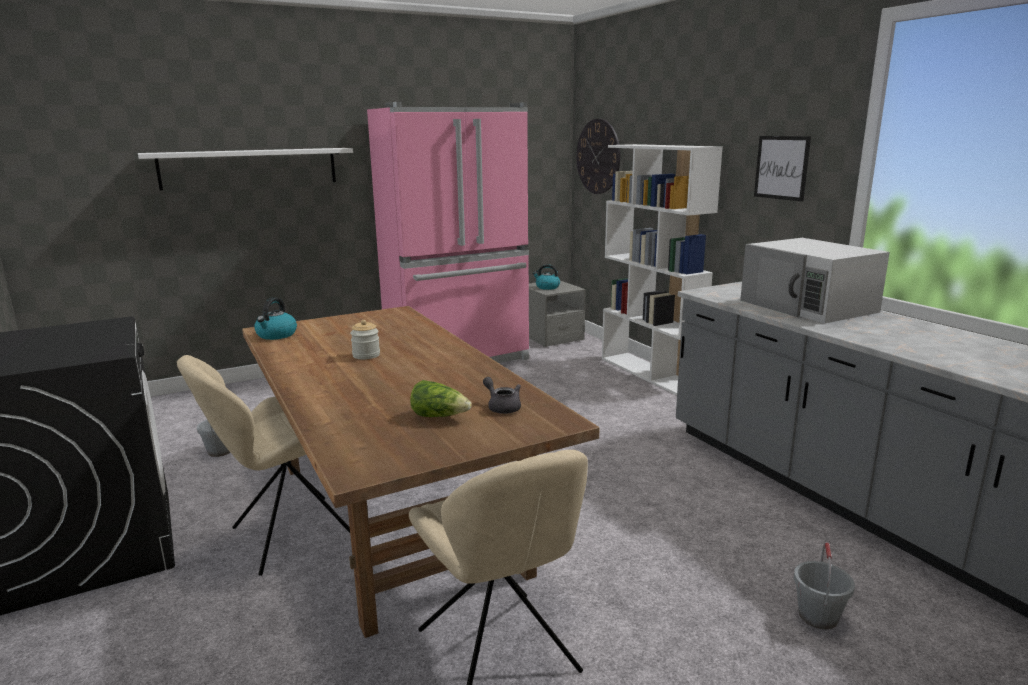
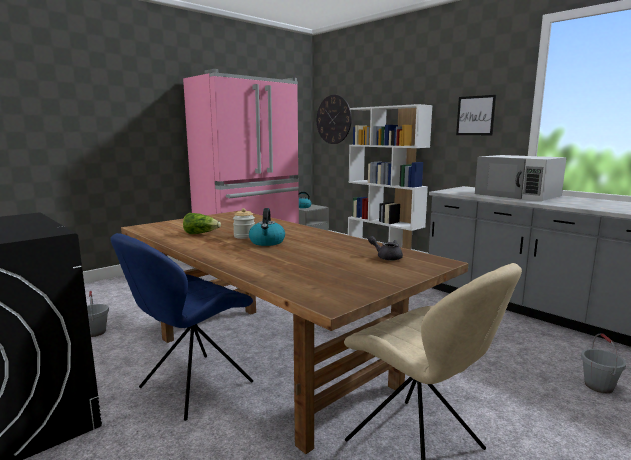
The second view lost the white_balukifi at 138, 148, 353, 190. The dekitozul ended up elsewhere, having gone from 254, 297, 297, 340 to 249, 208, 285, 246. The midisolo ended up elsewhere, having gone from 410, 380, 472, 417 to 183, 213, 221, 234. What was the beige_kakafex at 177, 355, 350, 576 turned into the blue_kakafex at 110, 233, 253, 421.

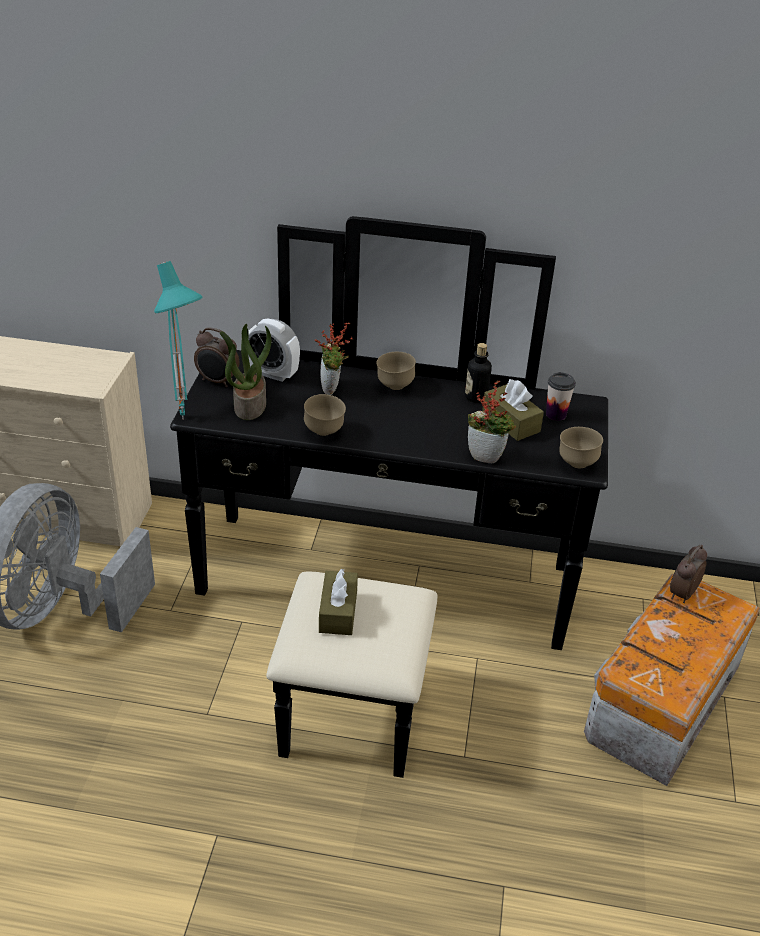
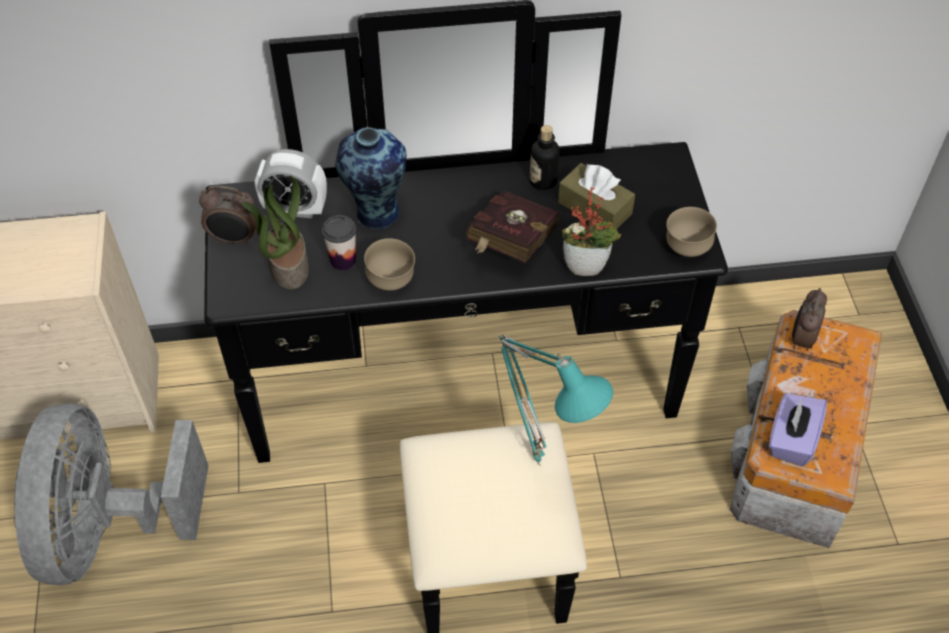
The second view lost the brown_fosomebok at 319, 569, 358, 635. The second view lost the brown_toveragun at 376, 352, 416, 390. The second view gained the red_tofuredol at 466, 191, 560, 263. The second view gained the purple_fosomebok at 769, 393, 827, 466. The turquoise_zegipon ended up elsewhere, having gone from 154, 261, 203, 419 to 499, 334, 613, 466. The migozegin ended up elsewhere, having gone from 546, 372, 576, 421 to 322, 215, 356, 271. Where the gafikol stood at 315, 322, 353, 395, the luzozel came to stand at 335, 127, 406, 229.

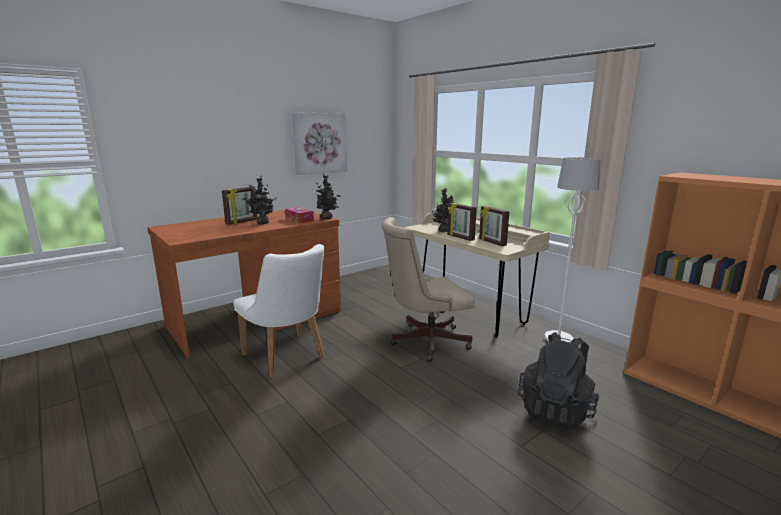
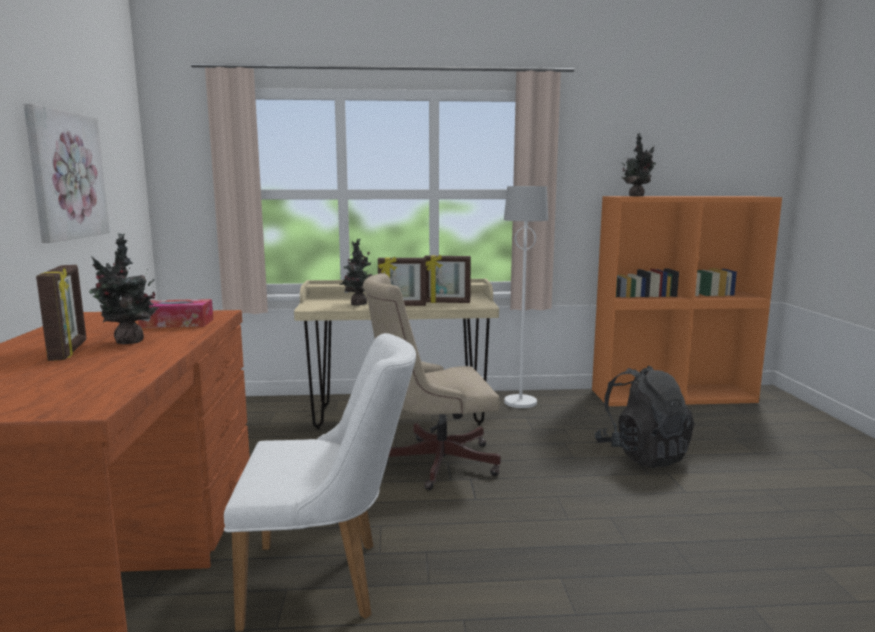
The gafikol ended up elsewhere, having gone from 312, 173, 341, 219 to 621, 133, 656, 196. The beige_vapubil at 382, 217, 474, 362 ended up facing another way, 60 degrees clockwise from before.

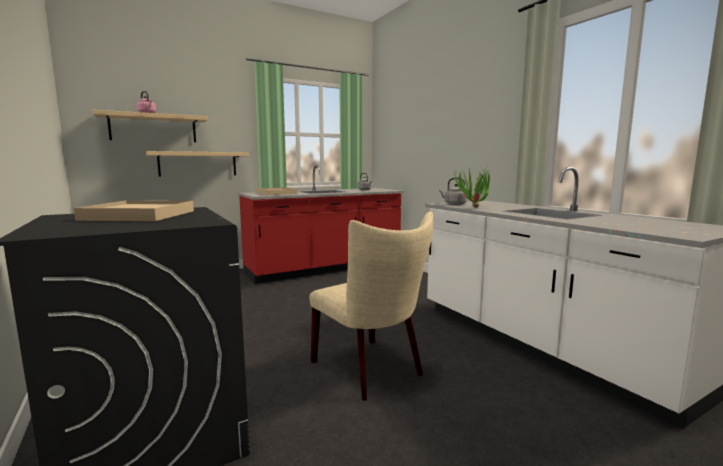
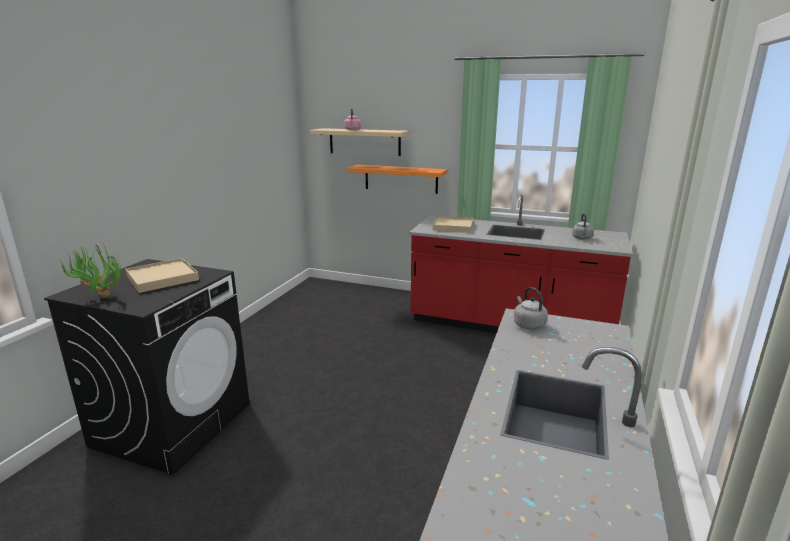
The second view lost the beige_kakafex at 309, 212, 433, 400. The gafikol ended up elsewhere, having gone from 453, 166, 490, 208 to 60, 242, 121, 298. What was the beige_balukifi at 146, 151, 249, 176 turned into the orange_balukifi at 347, 165, 448, 194.

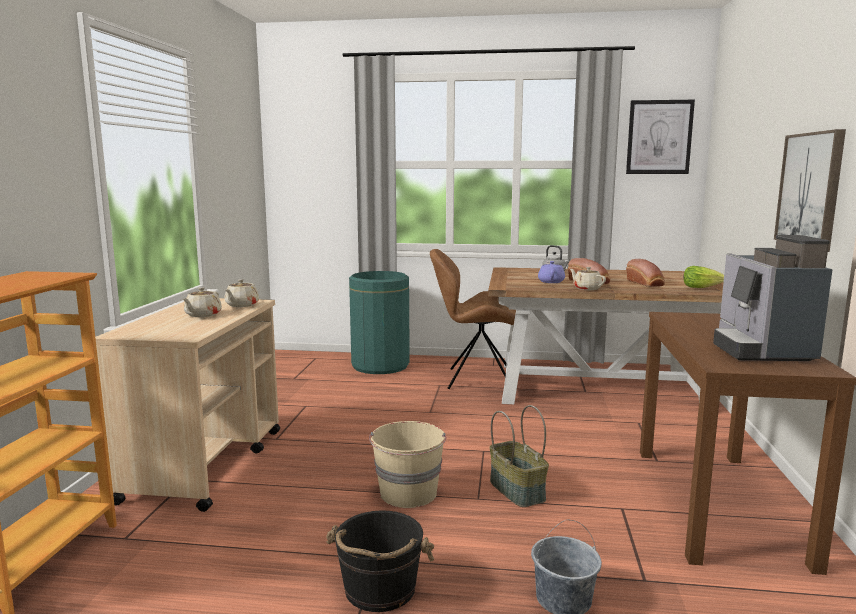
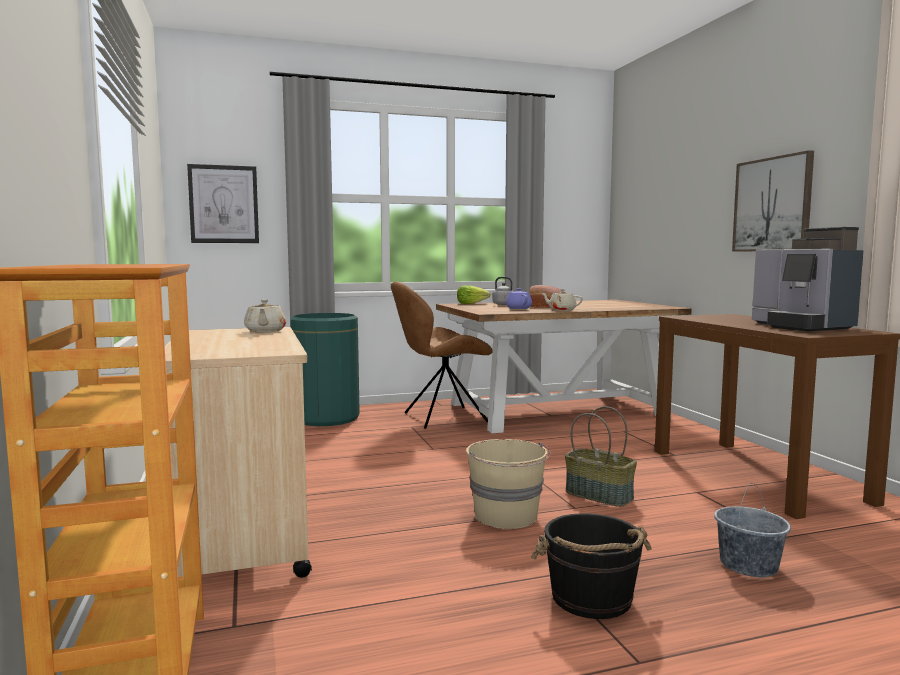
The second view lost the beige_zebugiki at 183, 287, 222, 317. The second view lost the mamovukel at 626, 259, 665, 287. The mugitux ended up elsewhere, having gone from 626, 100, 695, 174 to 187, 164, 259, 243. The midisolo ended up elsewhere, having gone from 683, 266, 724, 288 to 457, 285, 491, 304.

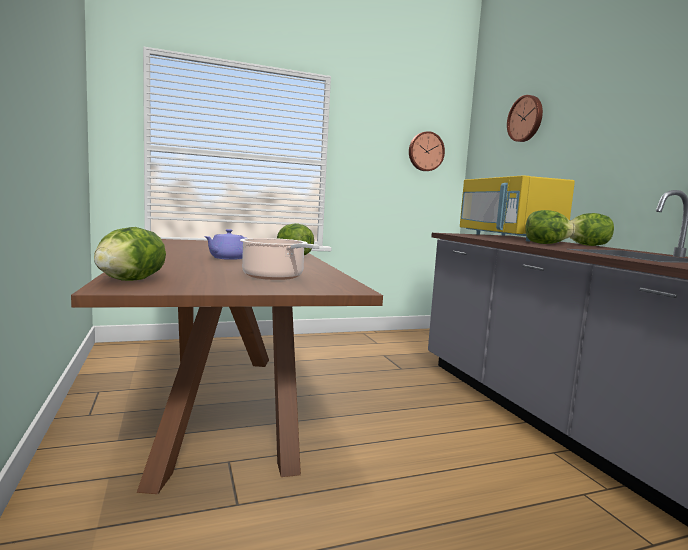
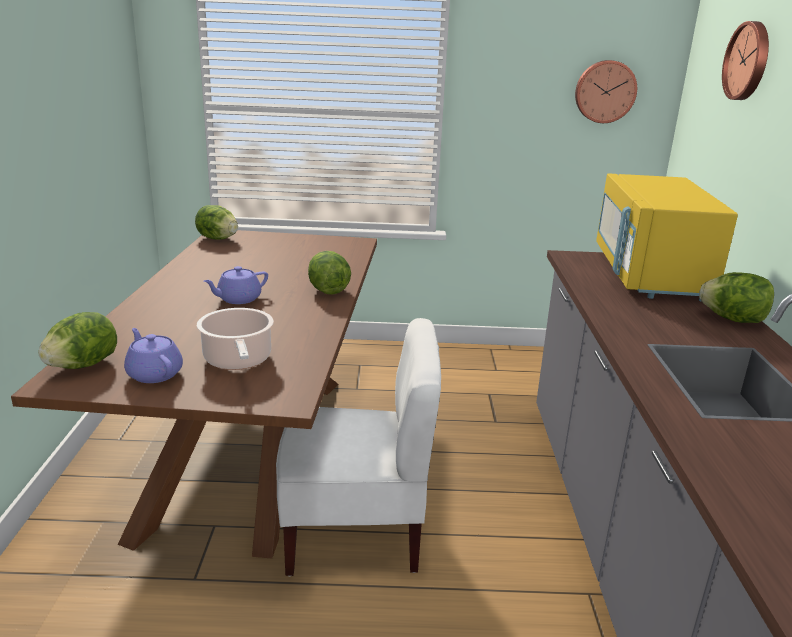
The second view gained the purple_zebugiki at 124, 328, 183, 383. The second view gained the white_kakafex at 276, 318, 441, 576. The midisolo ended up elsewhere, having gone from 525, 210, 575, 244 to 195, 205, 238, 240.

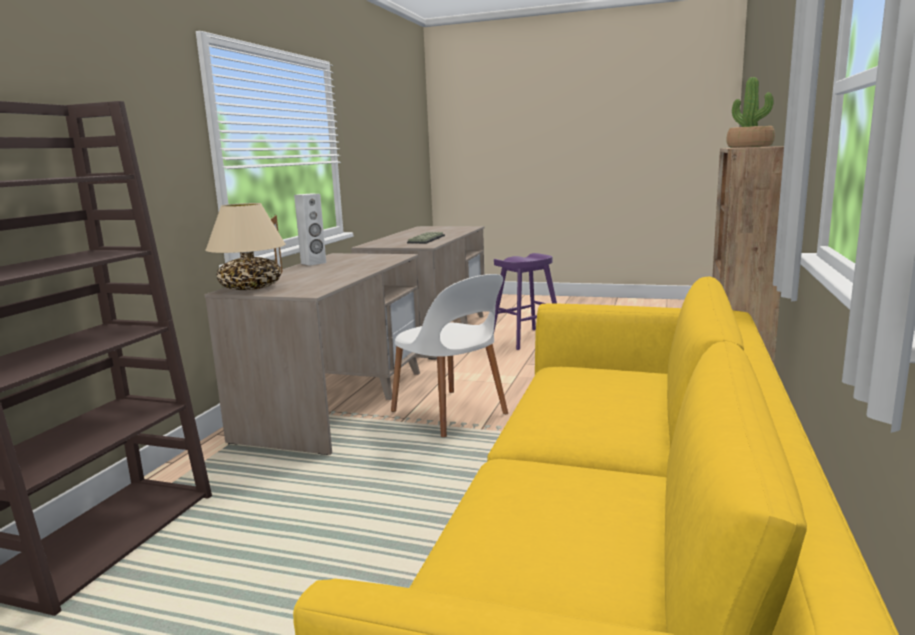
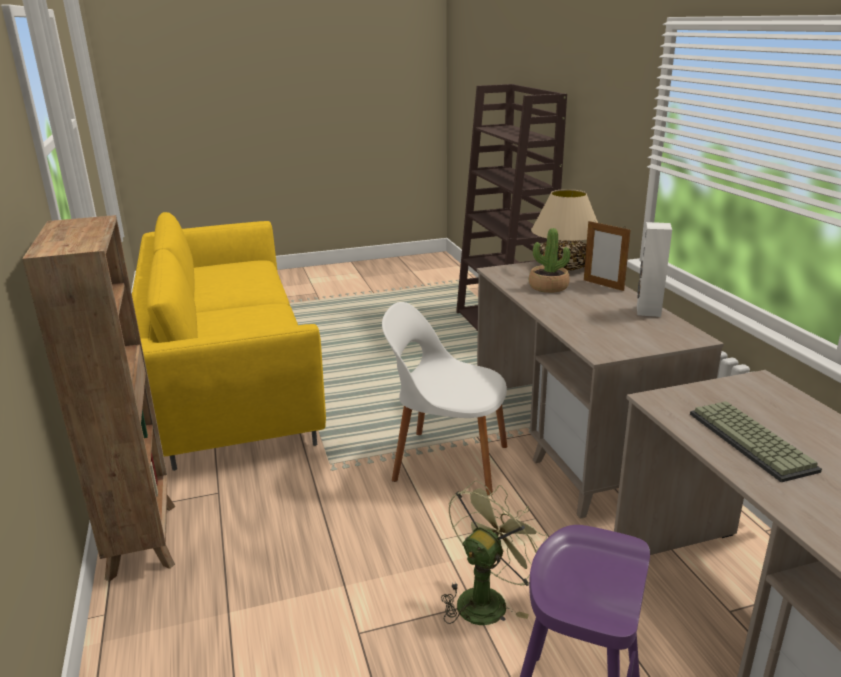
The second view gained the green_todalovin at 441, 481, 547, 625. The gafikol ended up elsewhere, having gone from 726, 77, 775, 148 to 529, 228, 570, 293.

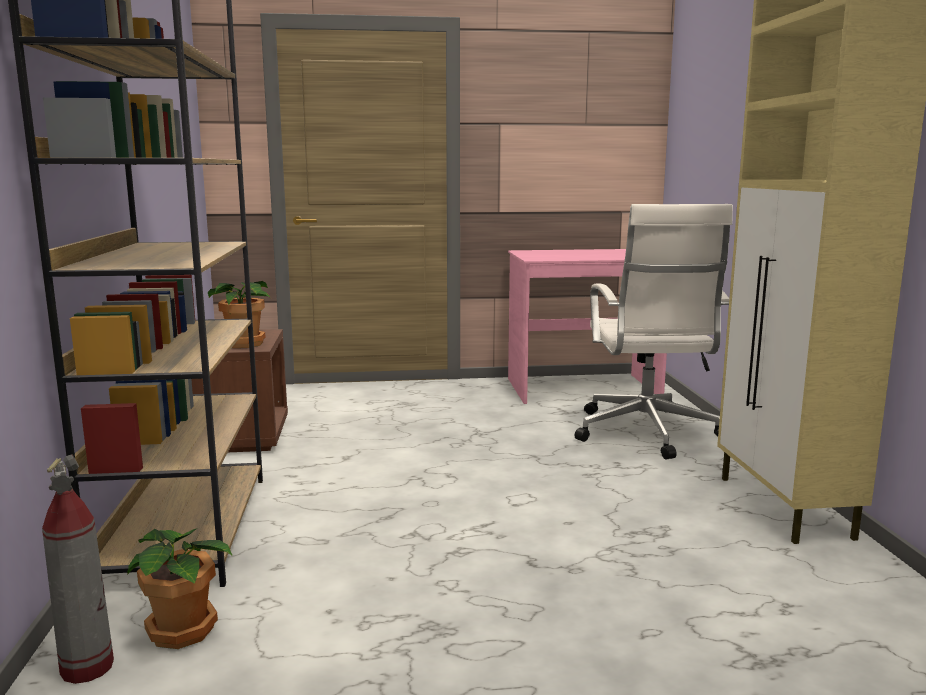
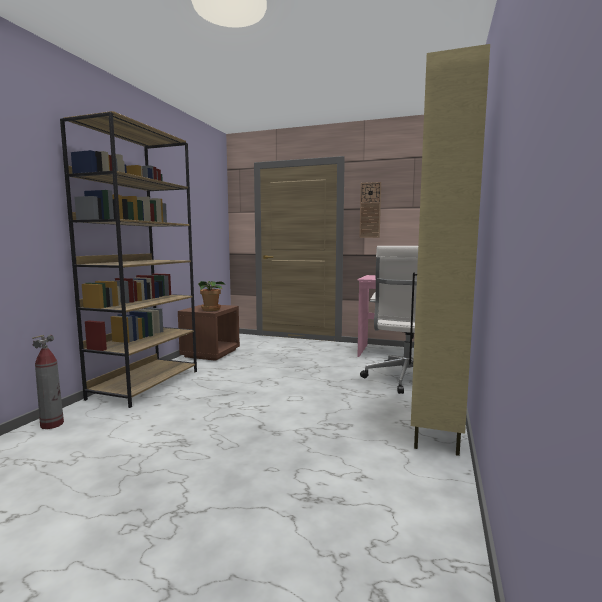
The second view lost the gafikol at 127, 529, 233, 649. The second view gained the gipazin at 359, 182, 381, 238.

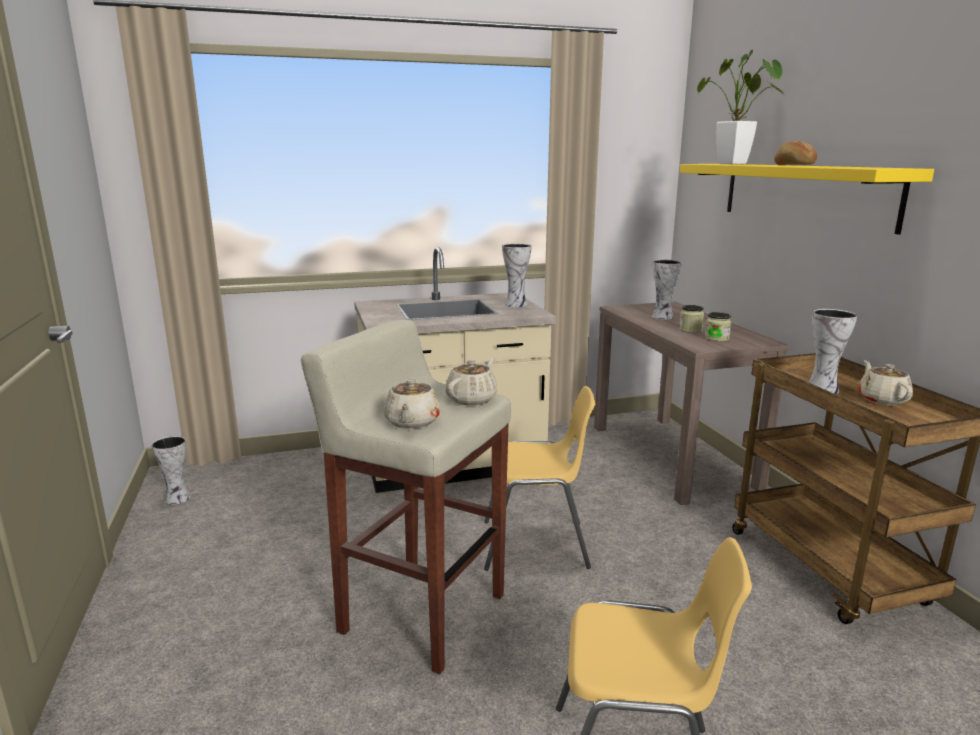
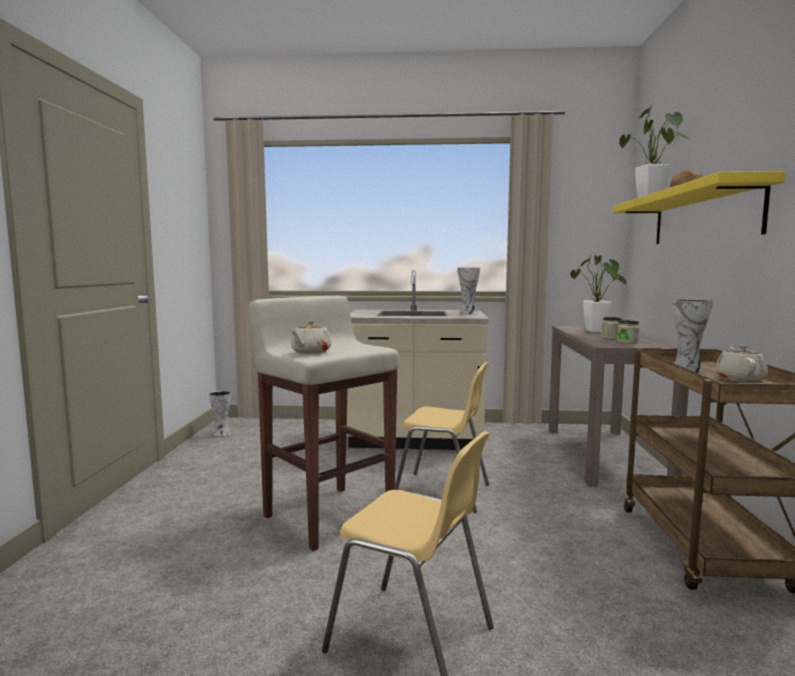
The second view lost the beige_zebugiki at 446, 358, 497, 405. Where the luzozel stood at 652, 260, 682, 320, the gafikol came to stand at 570, 255, 627, 332.

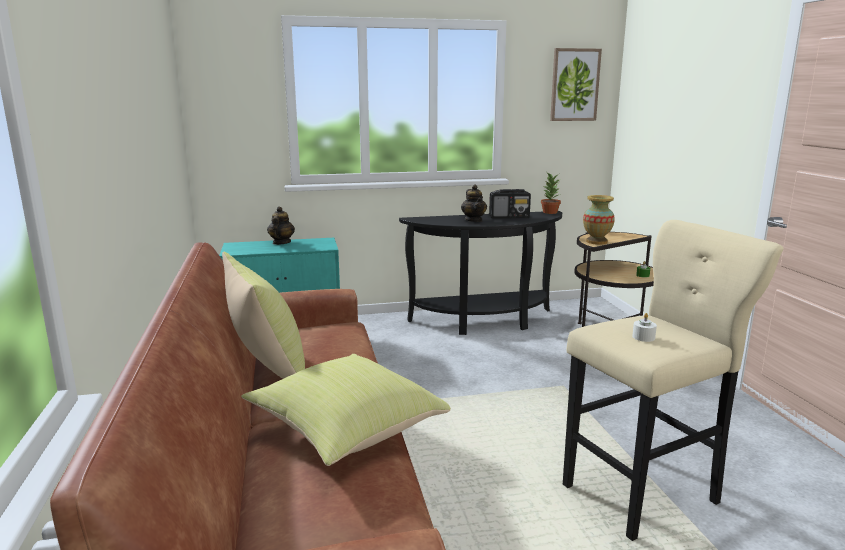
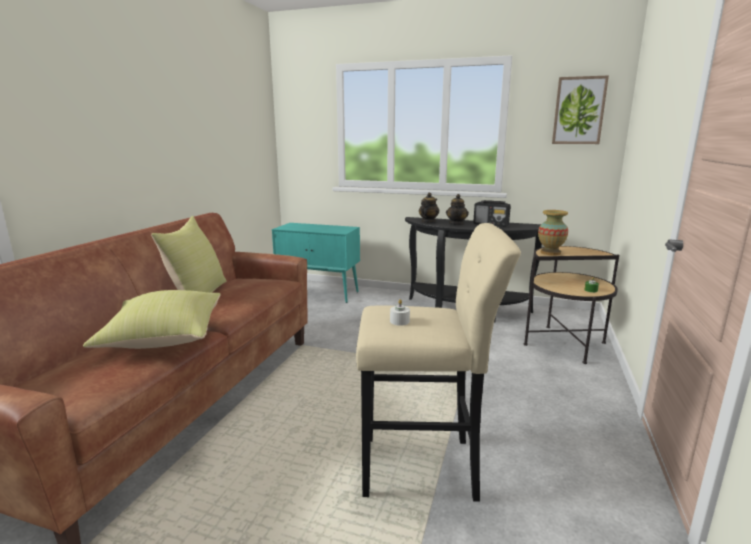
The second view lost the gafikol at 541, 173, 561, 214. The zebugiki ended up elsewhere, having gone from 267, 206, 295, 245 to 419, 193, 439, 222.

